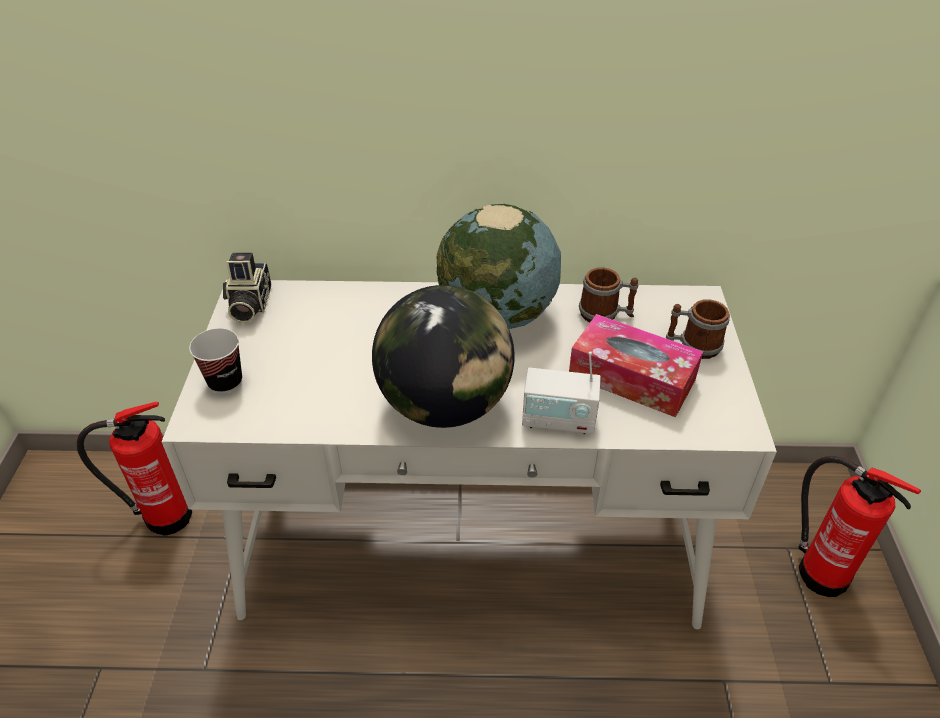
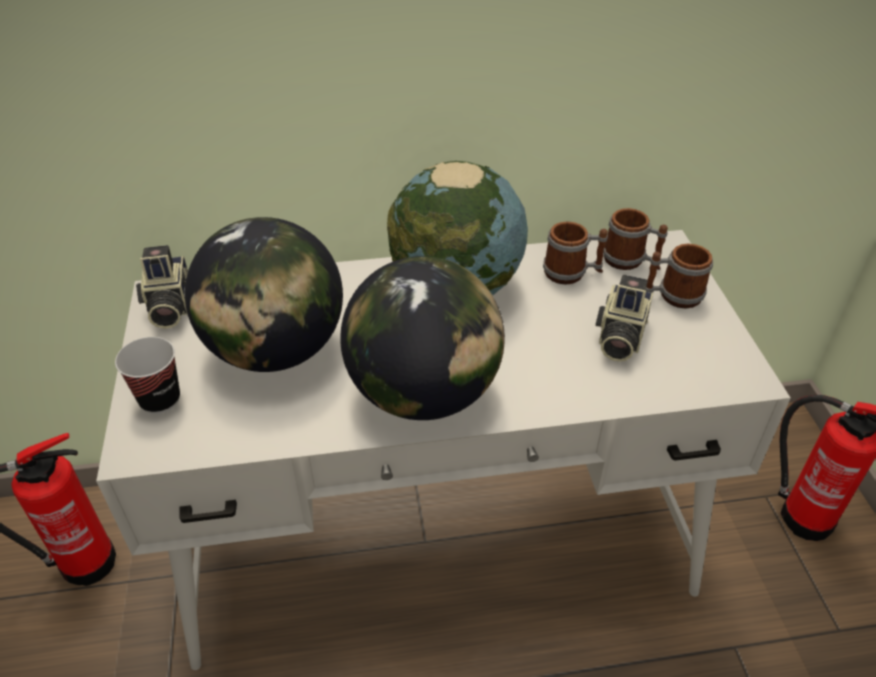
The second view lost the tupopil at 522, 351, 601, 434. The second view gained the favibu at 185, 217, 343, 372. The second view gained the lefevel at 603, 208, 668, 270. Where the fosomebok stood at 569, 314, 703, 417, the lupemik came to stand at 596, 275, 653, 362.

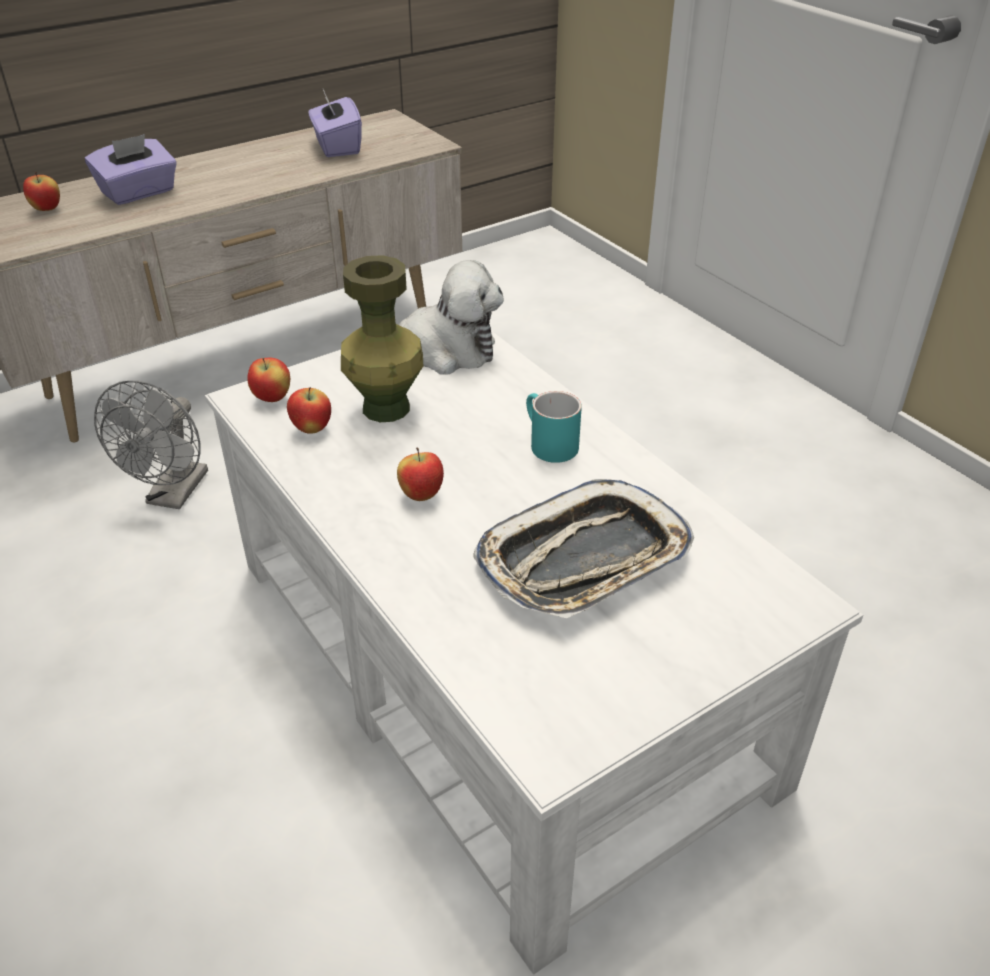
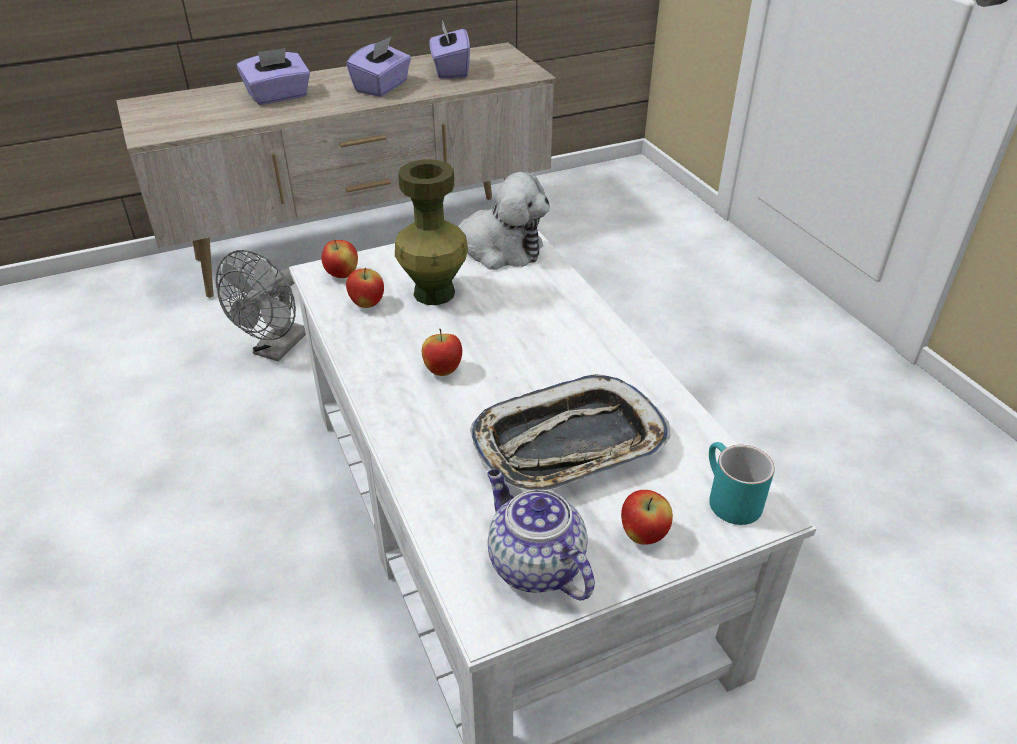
The second view gained the purple_fosomebok at 346, 37, 411, 97. The second view gained the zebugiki at 487, 469, 595, 600. The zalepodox ended up elsewhere, having gone from 23, 172, 60, 211 to 621, 490, 673, 545. The turquoise_lefevel ended up elsewhere, having gone from 526, 391, 582, 463 to 709, 442, 775, 525.

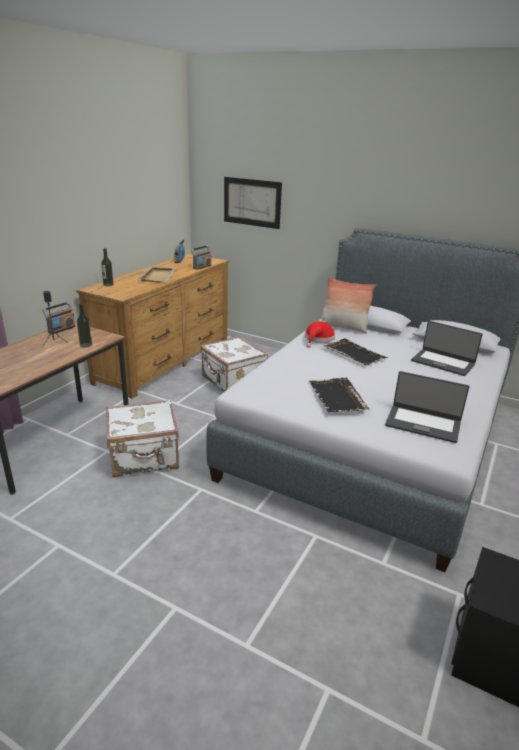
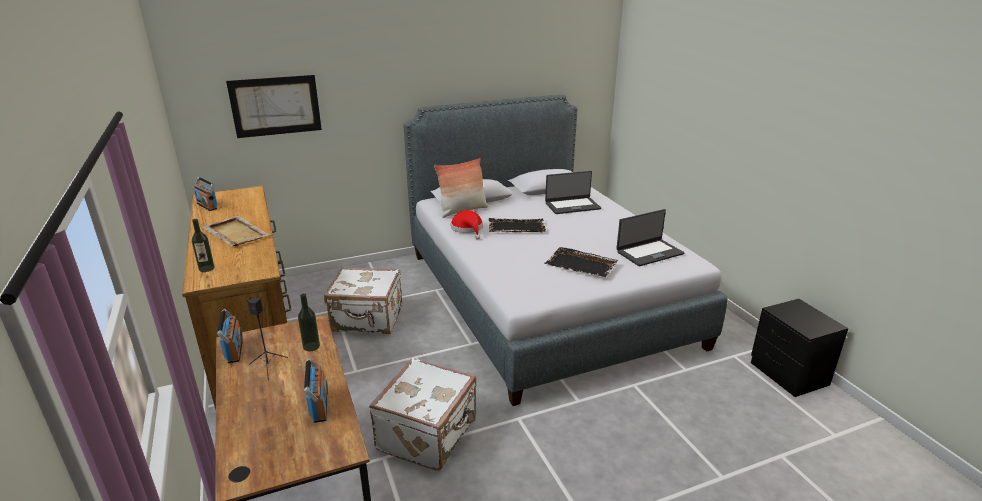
The tupopil ended up elsewhere, having gone from 191, 246, 212, 270 to 304, 358, 328, 423.

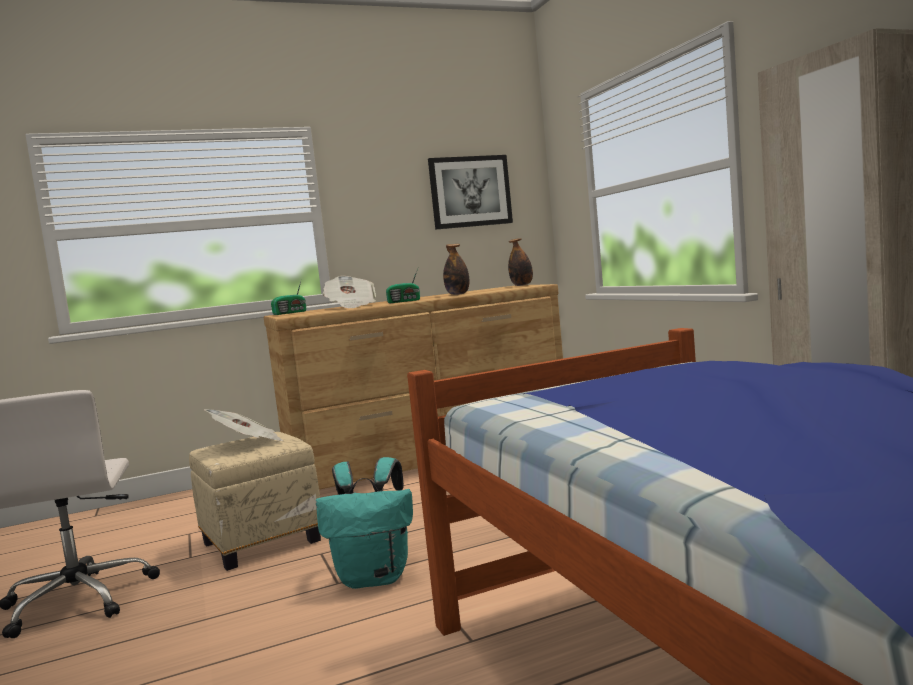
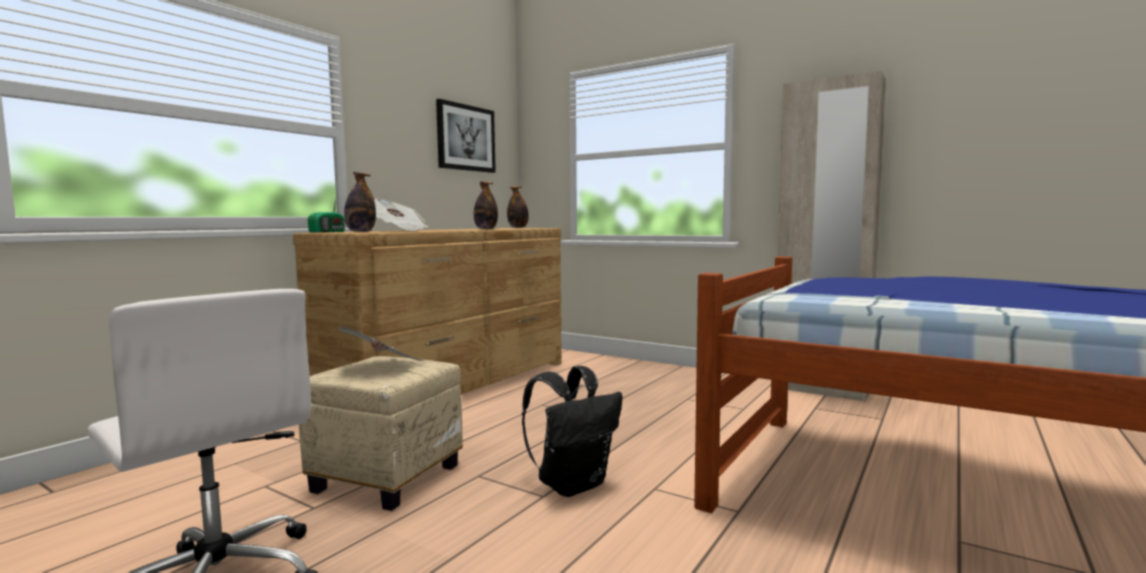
The second view lost the tupopil at 386, 268, 420, 303. The second view gained the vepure at 344, 172, 376, 232. What was the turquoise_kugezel at 316, 457, 413, 589 turned into the black_kugezel at 522, 366, 623, 497.

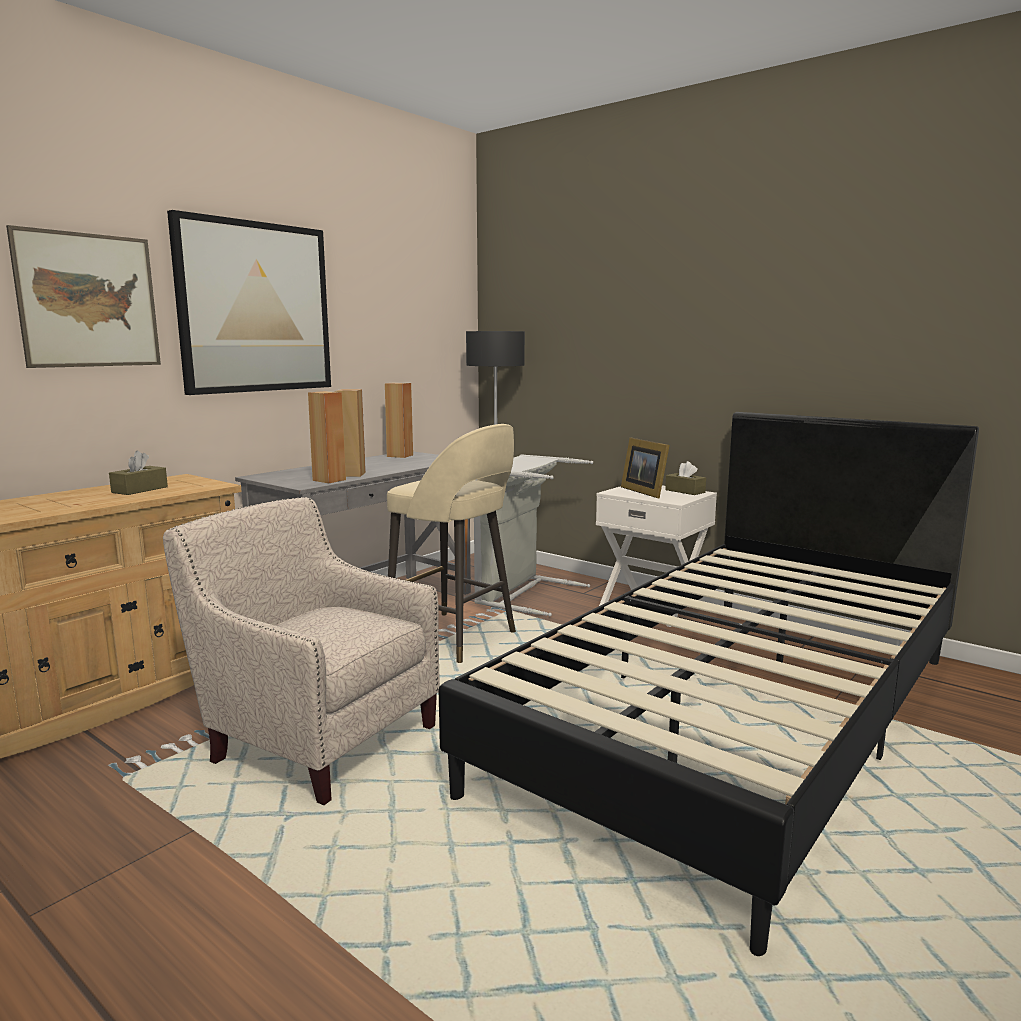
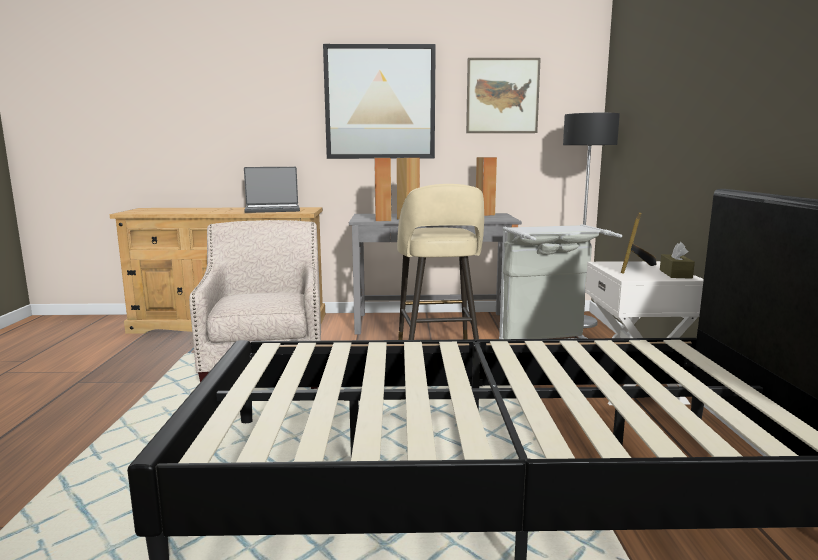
The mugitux ended up elsewhere, having gone from 6, 225, 161, 368 to 466, 58, 541, 133. Where the brown_fosomebok stood at 109, 451, 168, 495, the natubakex came to stand at 244, 167, 300, 213.

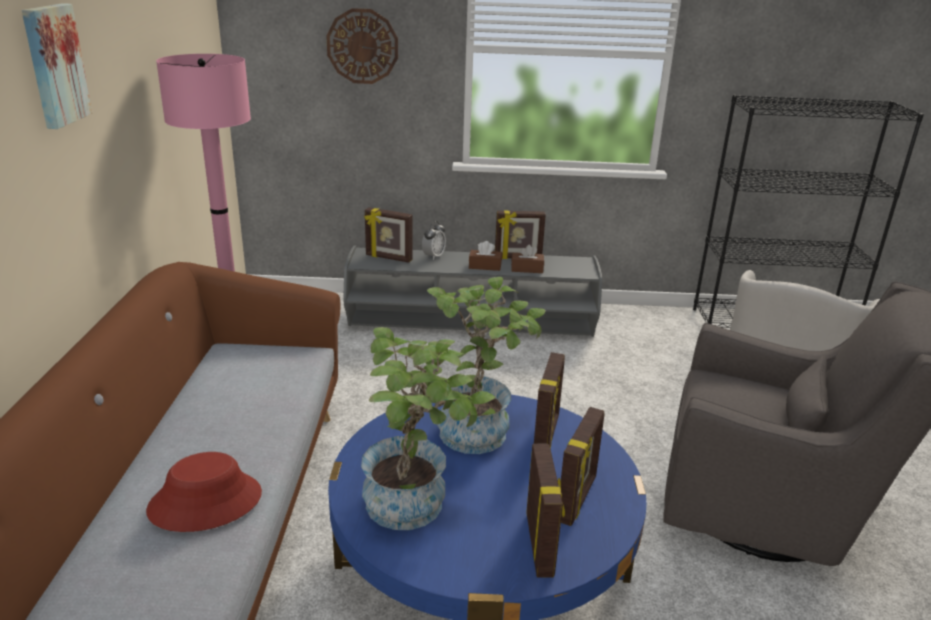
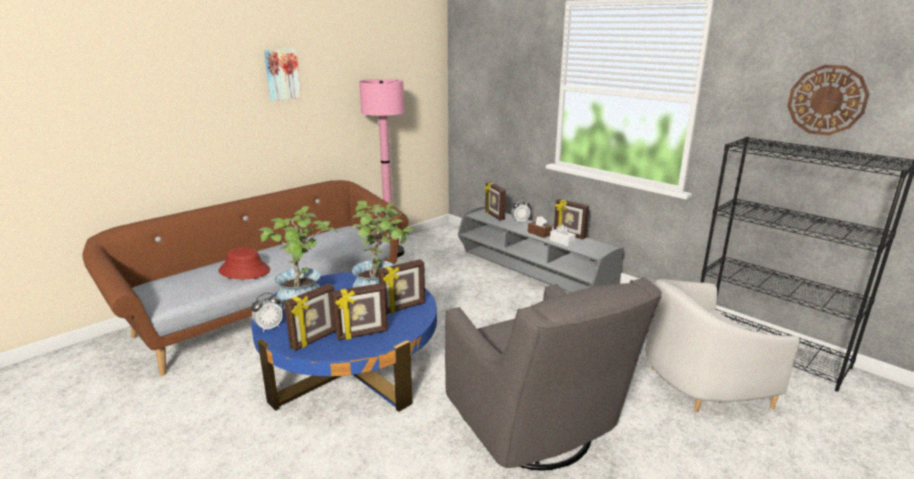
The second view gained the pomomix at 251, 293, 283, 332. The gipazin ended up elsewhere, having gone from 326, 8, 398, 84 to 787, 65, 869, 136. What was the brown_fosomebok at 511, 245, 544, 273 turned into the white_fosomebok at 550, 224, 576, 247.

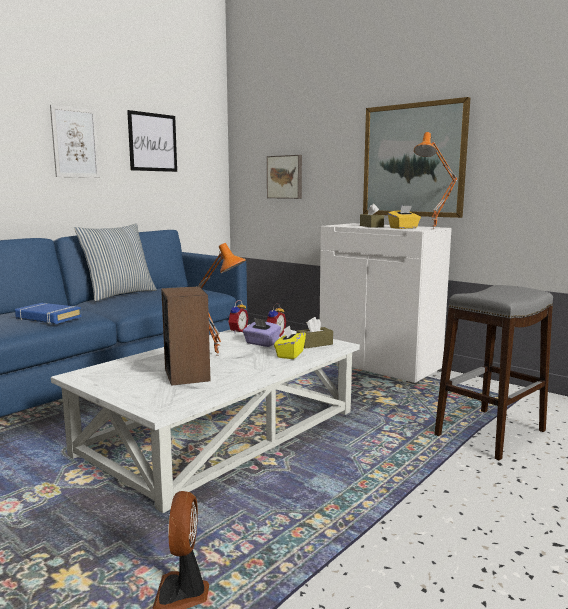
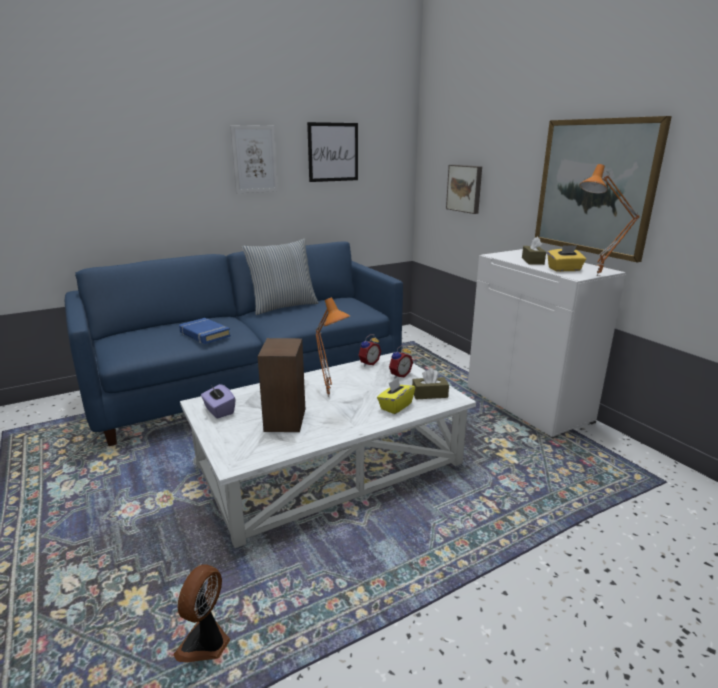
The second view lost the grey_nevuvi at 434, 285, 553, 460. The purple_fosomebok ended up elsewhere, having gone from 243, 318, 281, 347 to 201, 384, 235, 419.

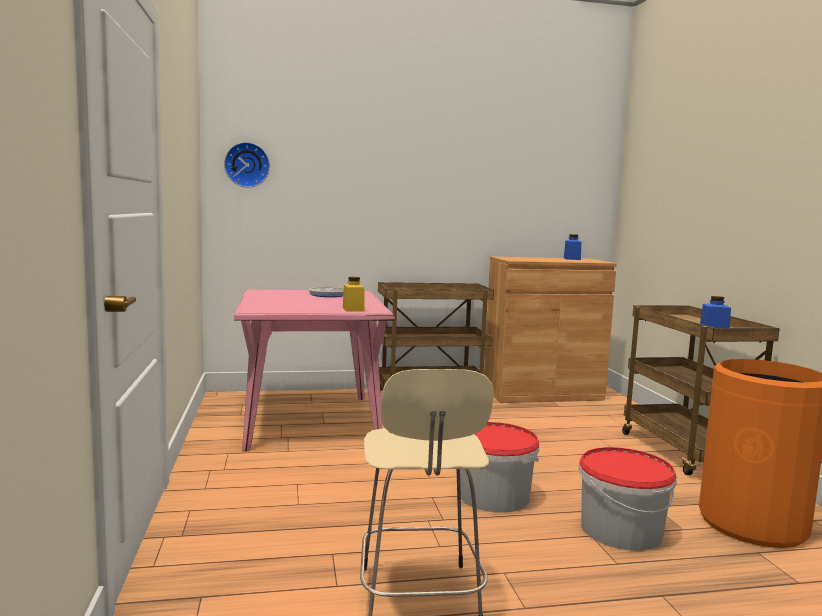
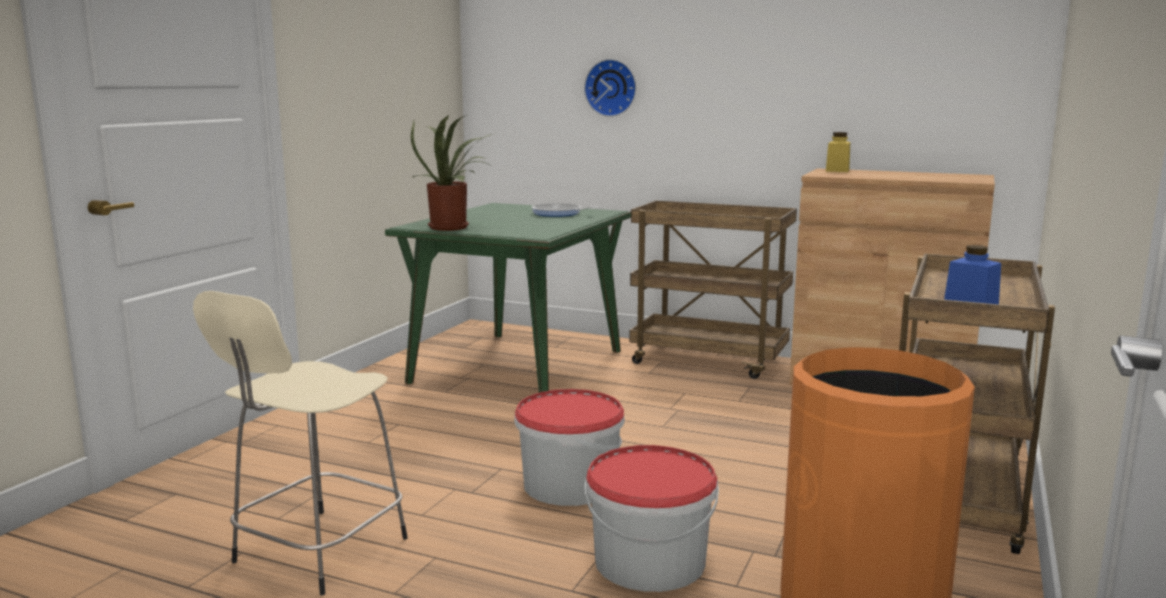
The second view lost the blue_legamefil at 564, 234, 582, 260. The second view gained the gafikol at 411, 114, 492, 231. The gipazin ended up elsewhere, having gone from 224, 142, 270, 188 to 584, 59, 636, 117. The yellow_legamefil ended up elsewhere, having gone from 343, 277, 365, 312 to 826, 132, 850, 172. What was the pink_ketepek at 234, 290, 395, 452 turned into the green_ketepek at 385, 203, 631, 393.

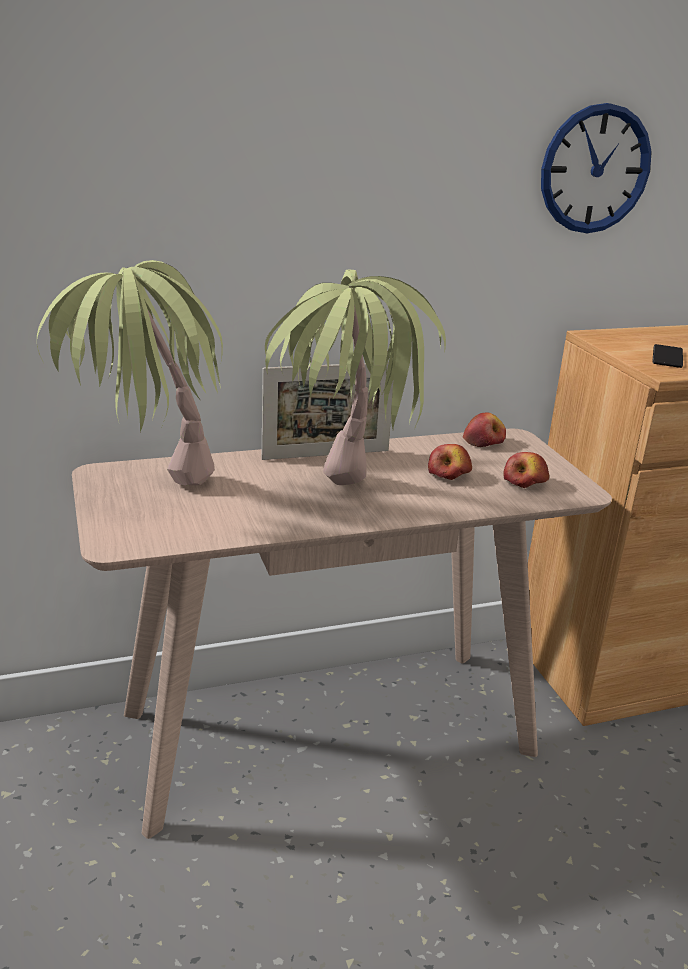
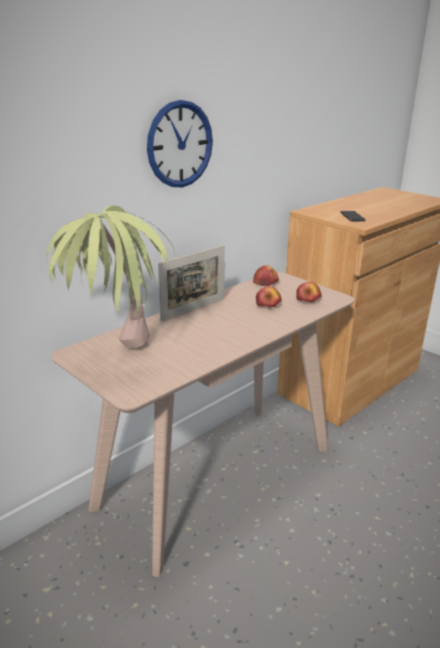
The second view lost the gafikol at 265, 269, 446, 485. The gipazin ended up elsewhere, having gone from 541, 103, 652, 233 to 147, 100, 213, 187.

